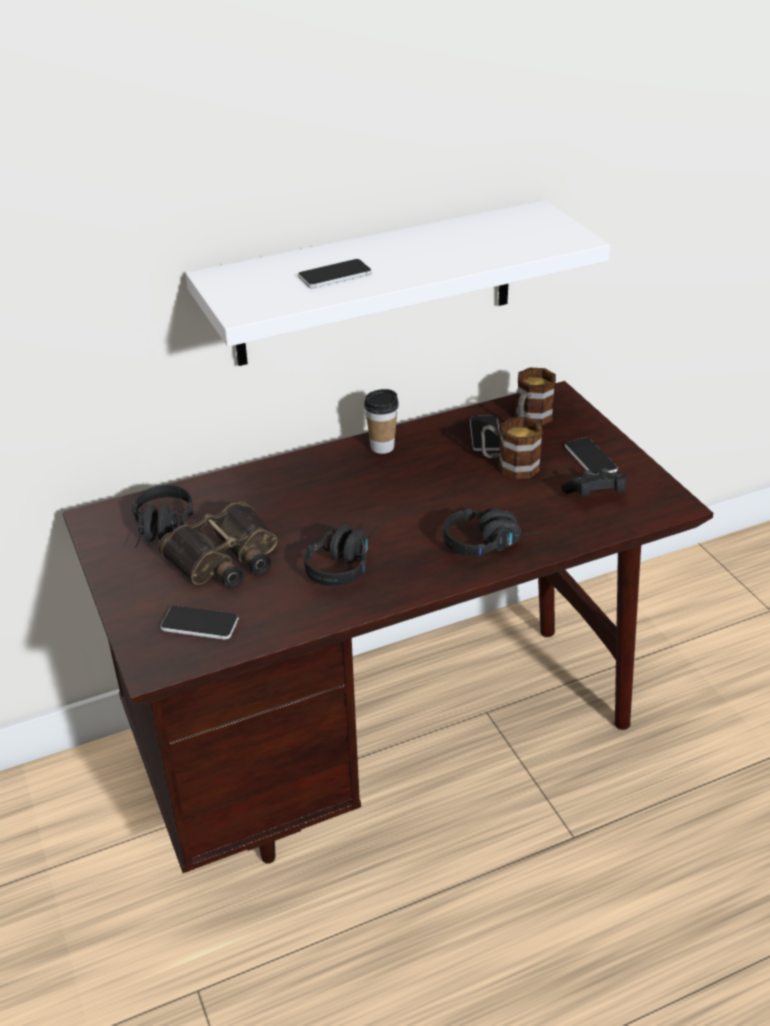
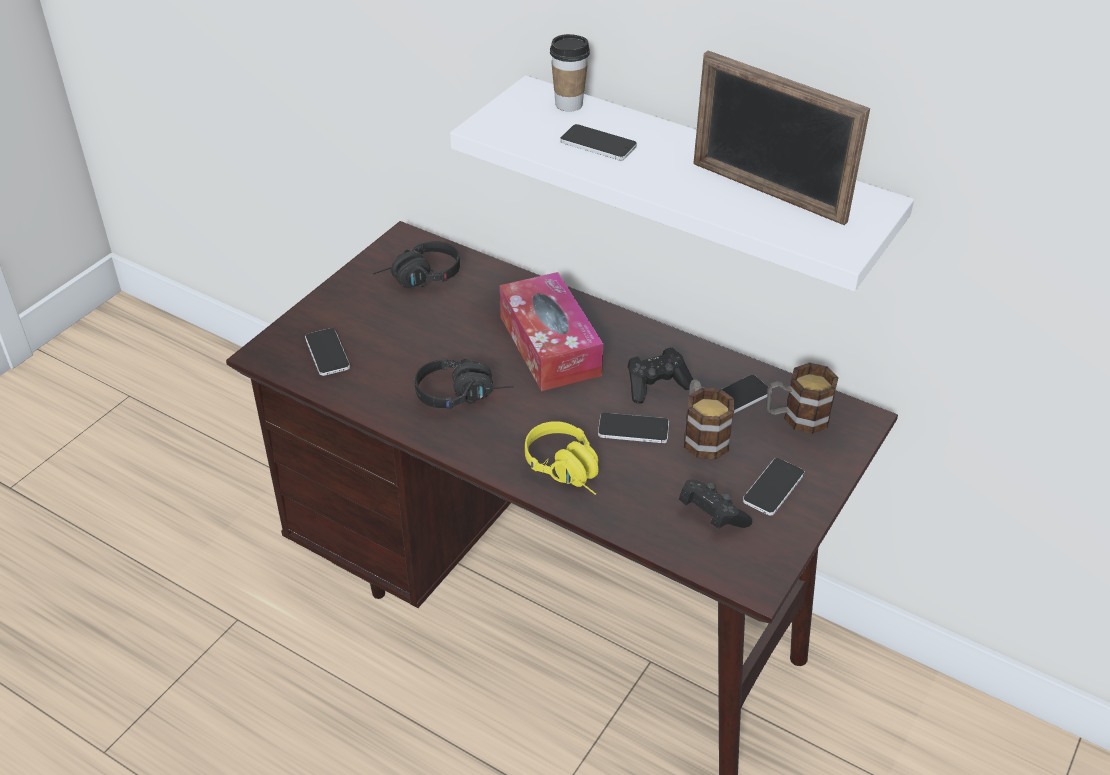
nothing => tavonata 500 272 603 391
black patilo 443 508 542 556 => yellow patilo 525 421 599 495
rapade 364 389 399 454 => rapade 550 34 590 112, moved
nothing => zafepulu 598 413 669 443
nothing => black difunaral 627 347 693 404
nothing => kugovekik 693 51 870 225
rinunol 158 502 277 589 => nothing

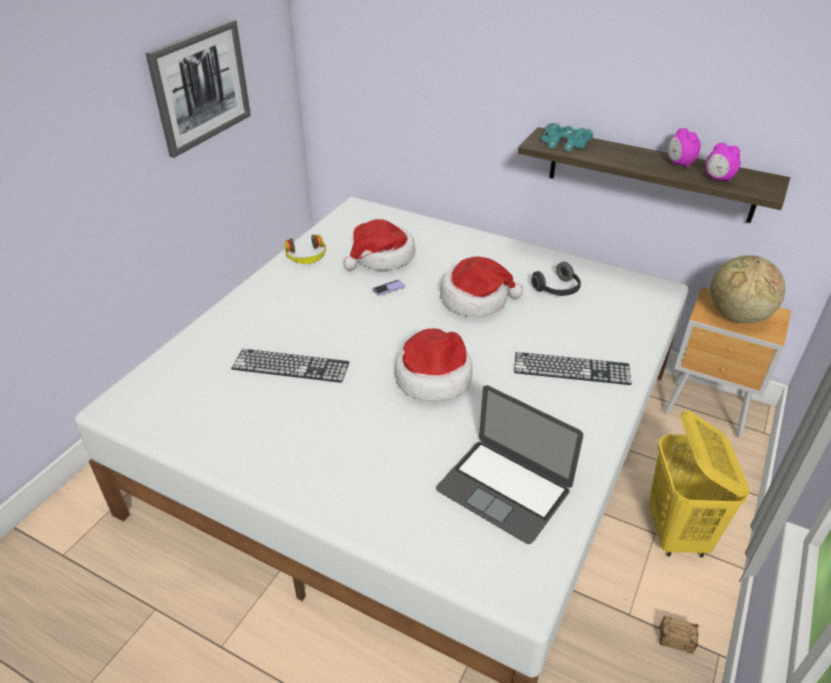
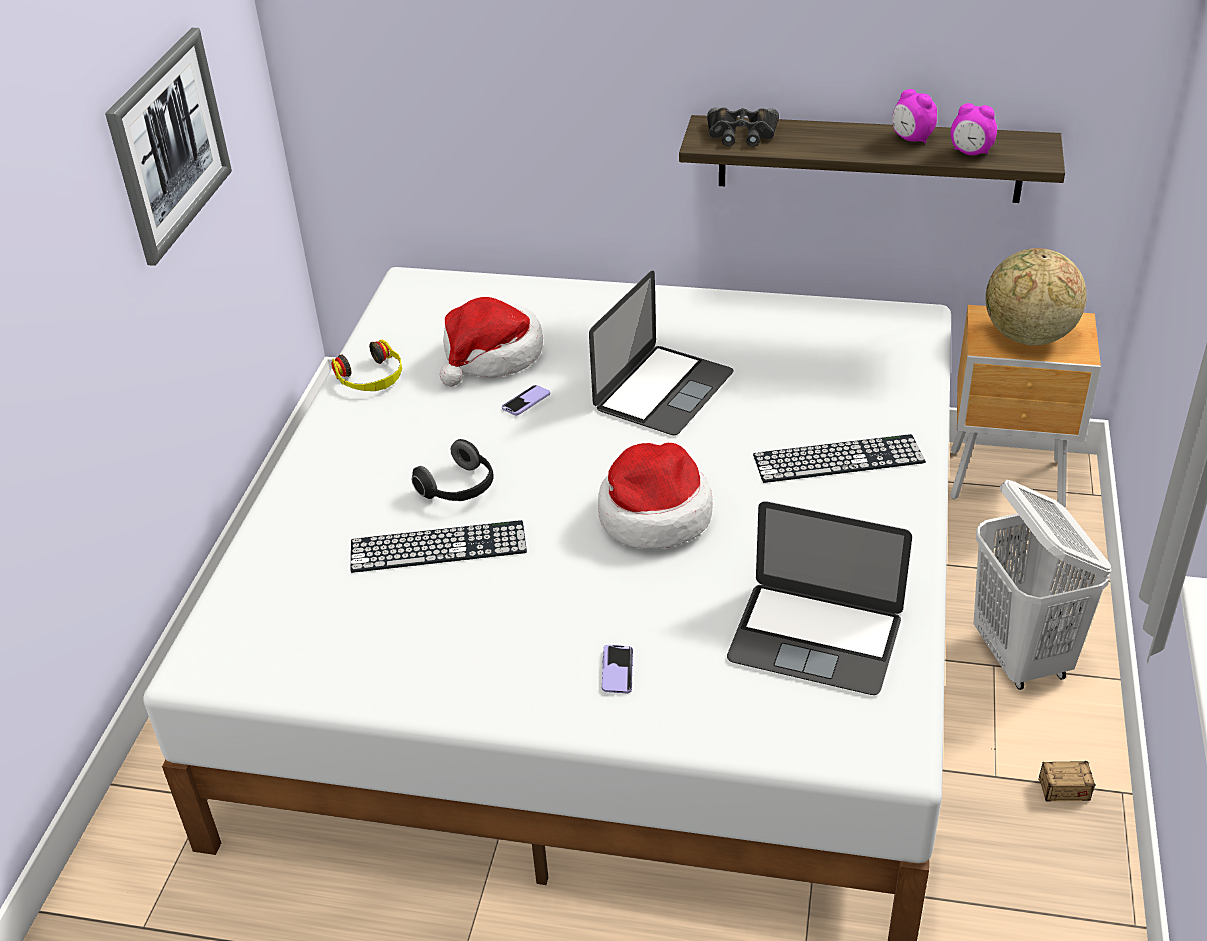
patilo 531 262 581 296 => patilo 412 439 494 501, moved
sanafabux 440 256 523 317 => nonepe 589 271 734 435
nothing => zafepulu 602 645 633 693
turquoise rinunol 542 123 593 151 => black rinunol 707 107 779 147
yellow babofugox 649 410 749 557 => white babofugox 973 480 1112 690

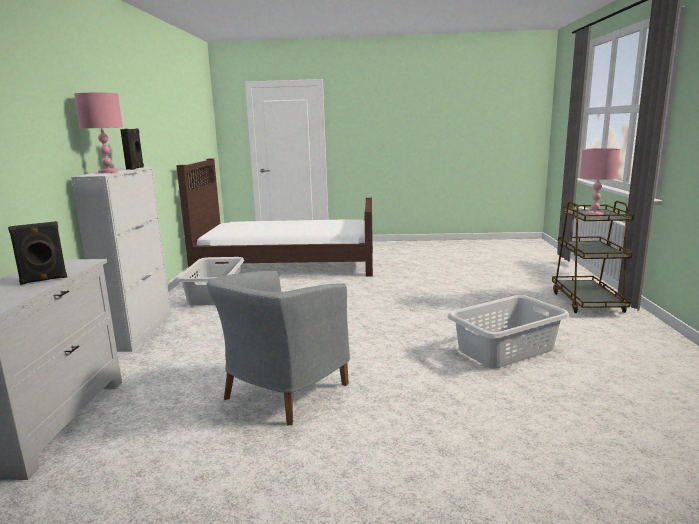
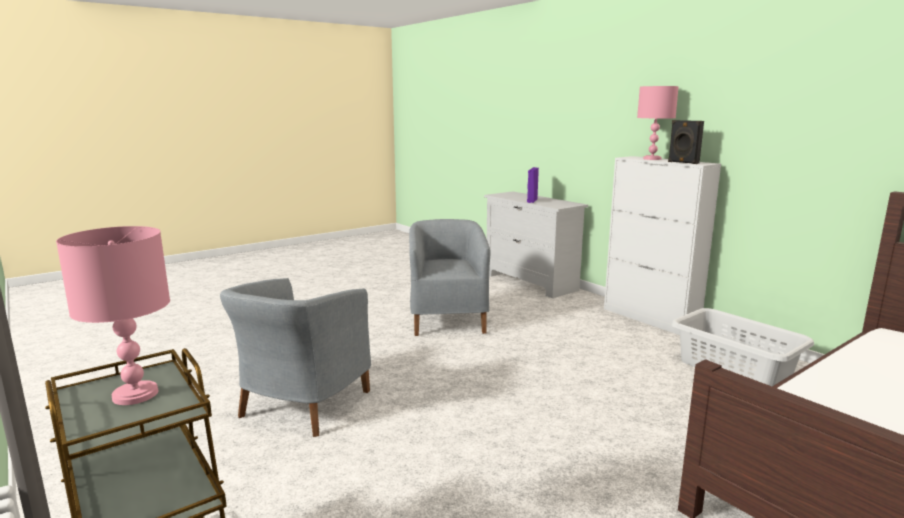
grey babofugox 448 295 569 369 => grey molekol 220 278 371 437
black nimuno 8 221 67 285 => purple nimuno 527 167 539 203

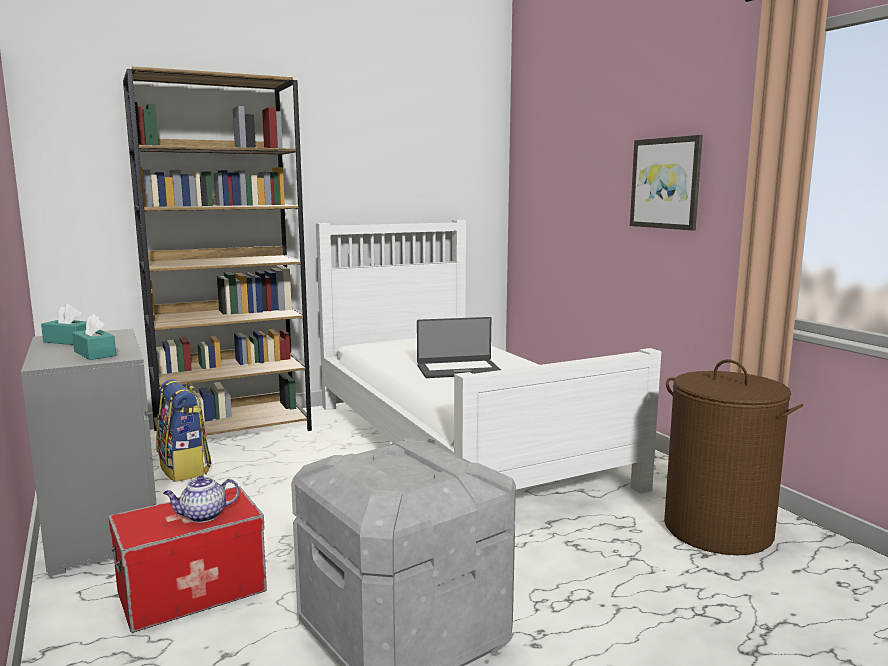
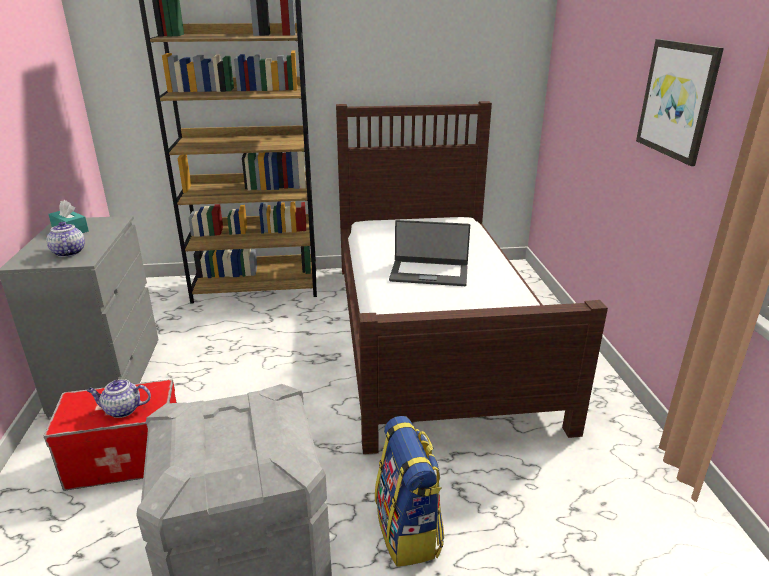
turquoise tavonata 72 314 116 360 => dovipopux 46 222 85 257
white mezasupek 316 220 661 494 => brown mezasupek 336 101 608 454
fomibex 156 380 212 482 => fomibex 375 416 444 567, moved
brown babofugox 664 359 803 555 => nothing

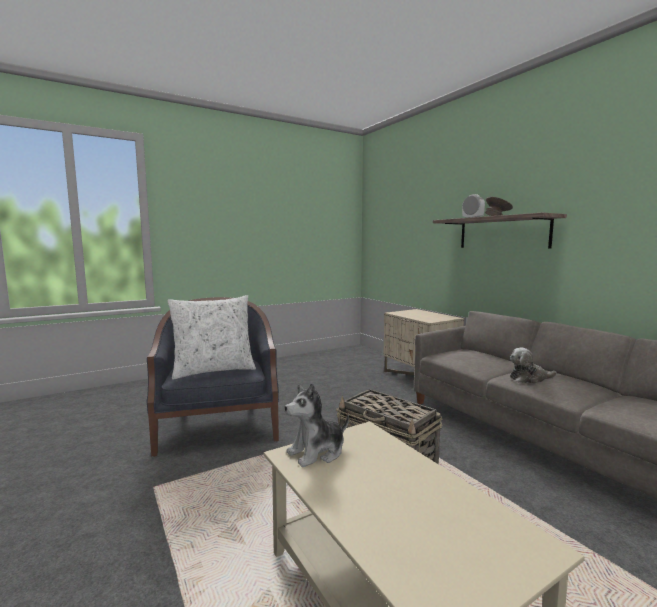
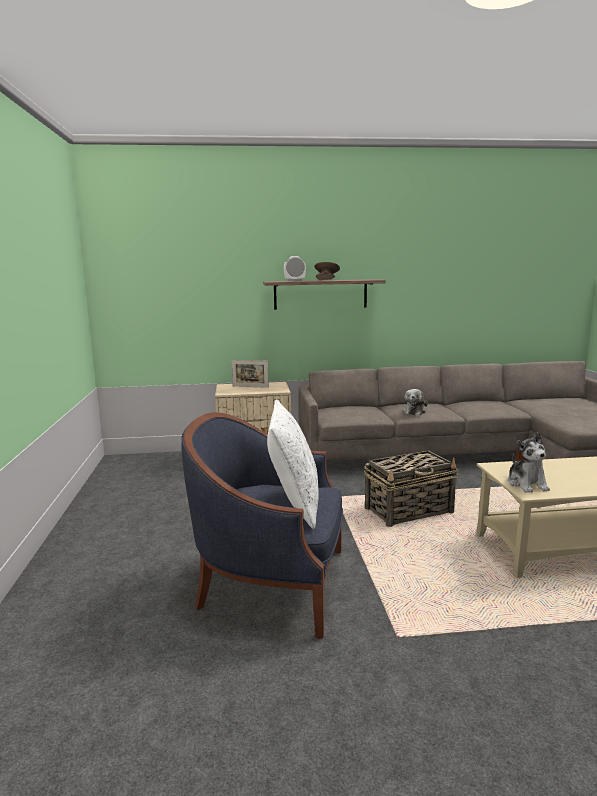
nothing => kugovekik 232 360 269 388

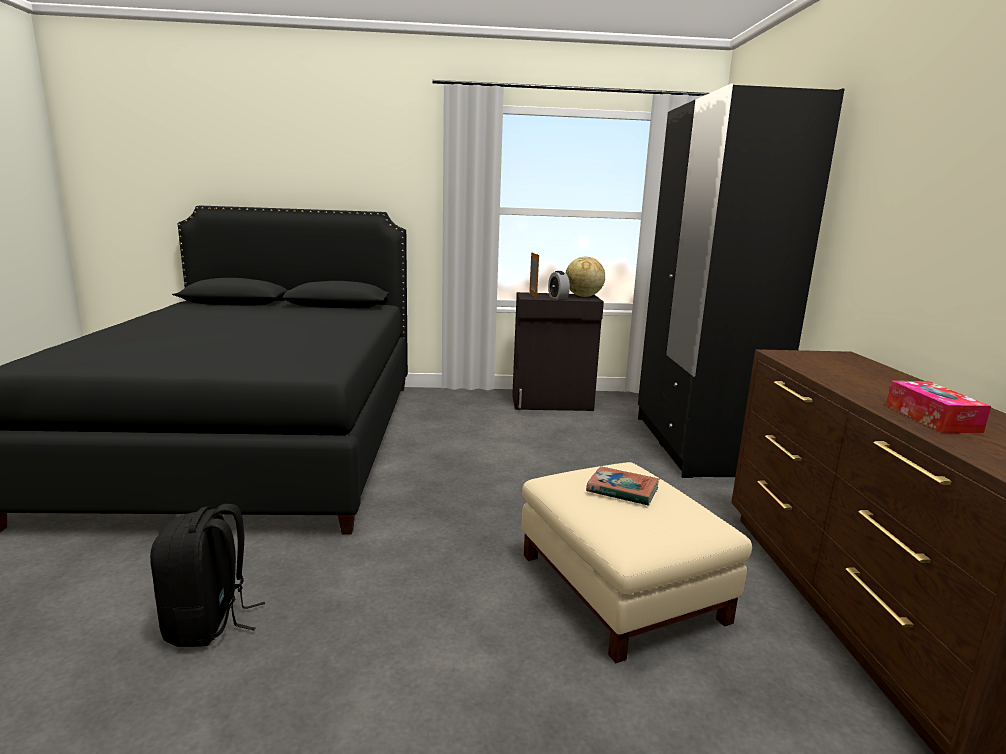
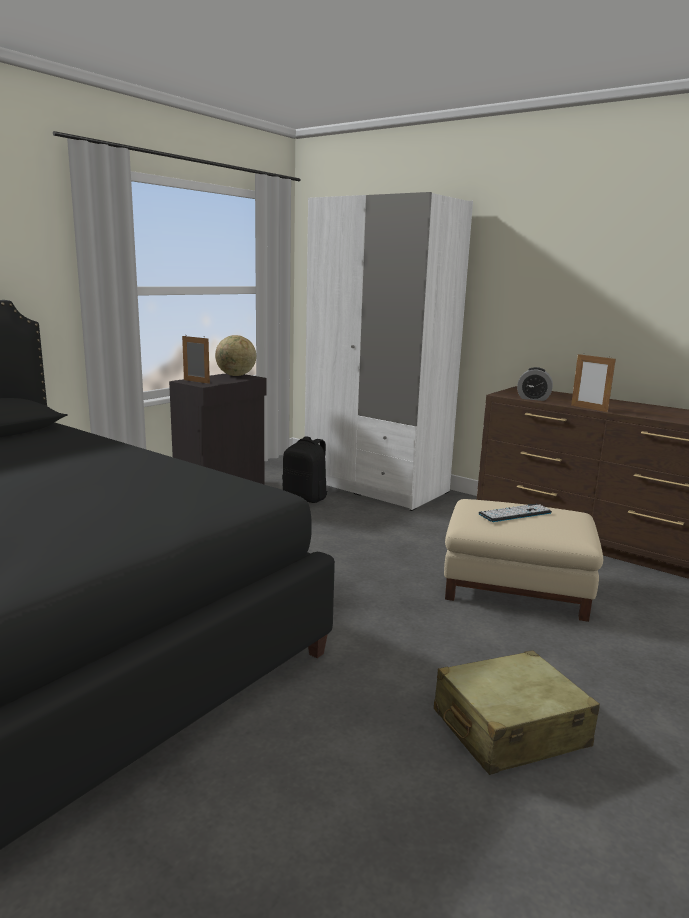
black fomibex 150 504 265 647 => black fomibex 282 436 328 503, moved
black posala 638 84 845 478 => white posala 305 192 473 511
nothing => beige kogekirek 434 650 600 775
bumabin 586 466 659 506 => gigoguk 478 504 552 522
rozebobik 548 271 570 299 => rozebobik 517 367 553 401, moved
nothing => kugovekik 571 353 616 412
tavonata 886 381 991 433 => nothing

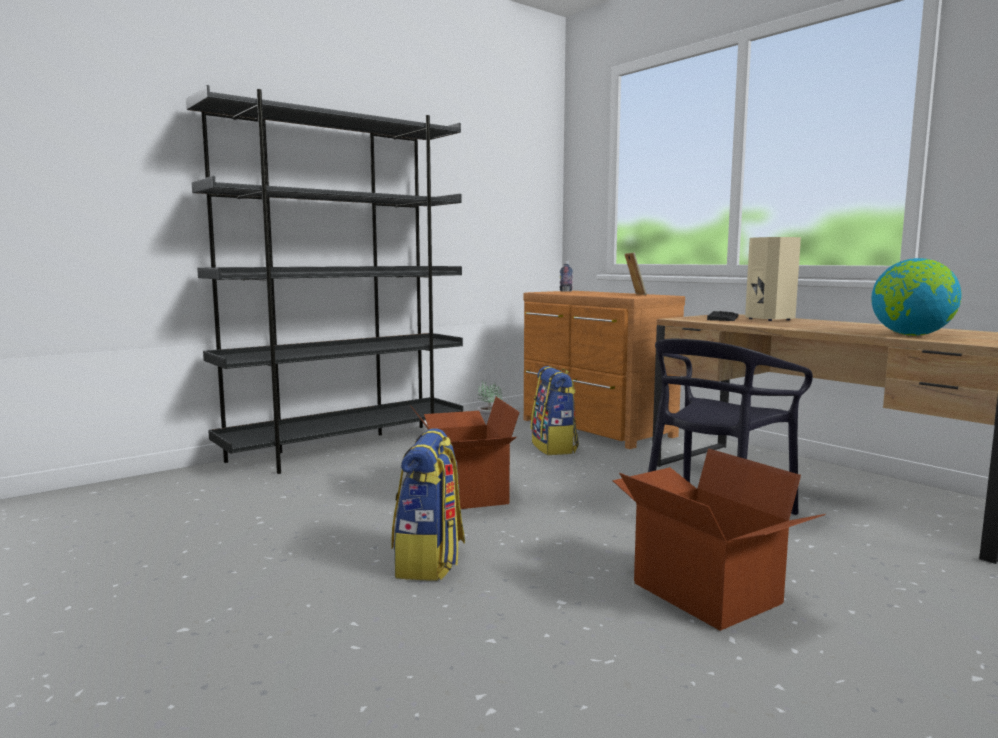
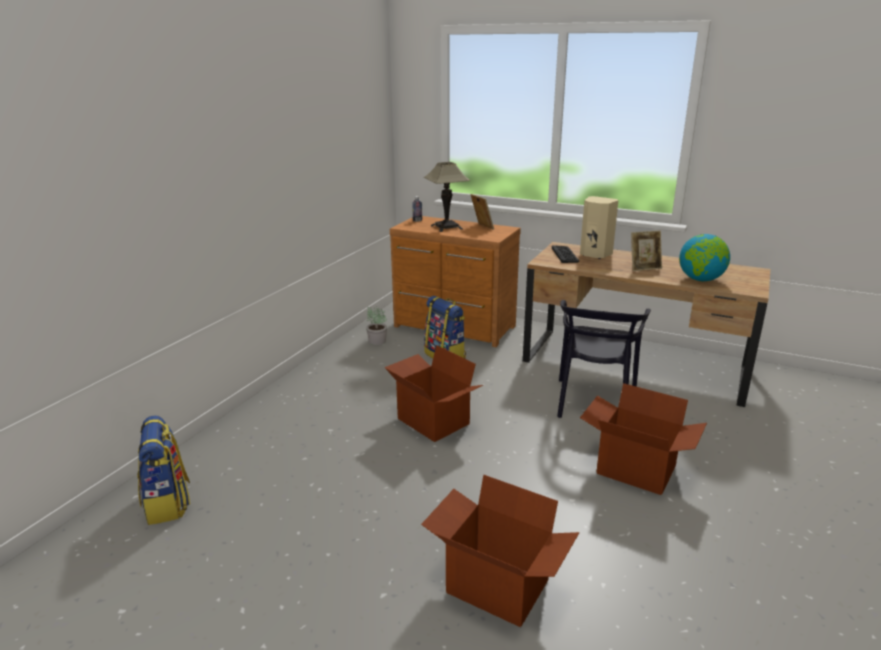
fomibex 391 428 465 581 => fomibex 137 416 190 525, moved
nothing => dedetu 421 475 579 627
nothing => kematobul 424 162 470 232
nothing => kugovekik 631 231 662 271
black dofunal 186 85 463 474 => nothing

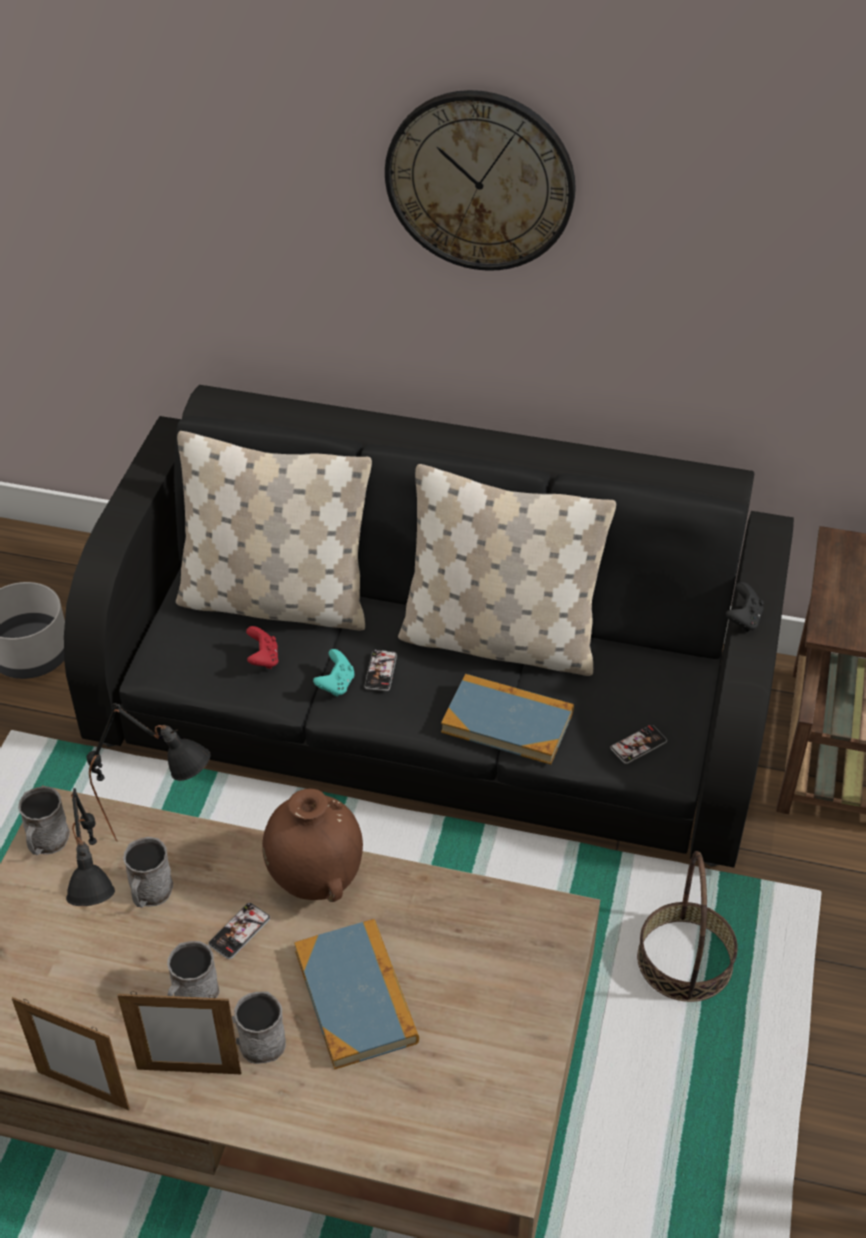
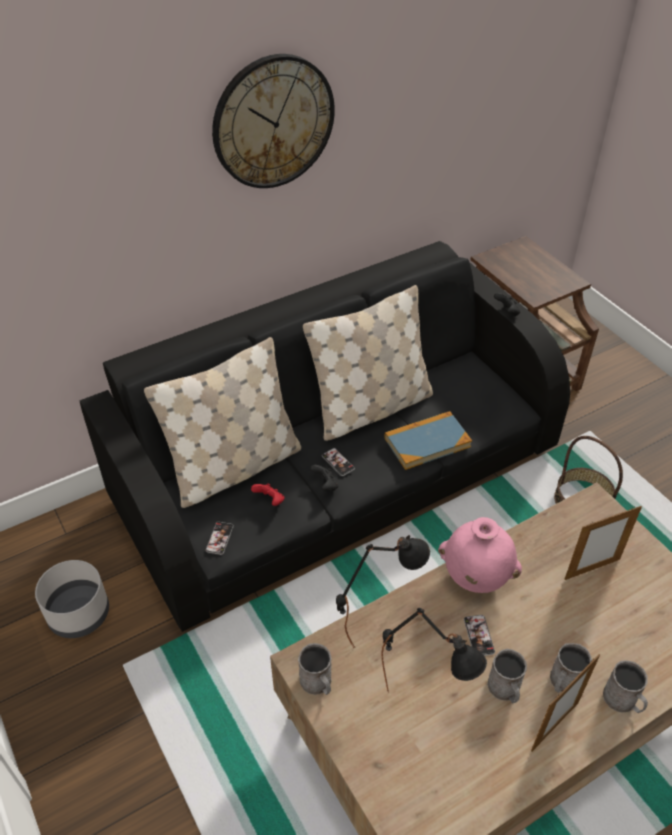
zafepulu 611 725 667 764 => zafepulu 205 522 234 555, moved
turquoise difunaral 313 649 354 697 => black difunaral 310 465 339 491
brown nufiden 262 788 363 902 => pink nufiden 438 517 522 593
kugovekik 12 997 130 1110 => kugovekik 565 506 642 580, moved
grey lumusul 123 837 173 908 => grey lumusul 603 660 648 713, moved
bumabin 294 919 419 1070 => nothing

